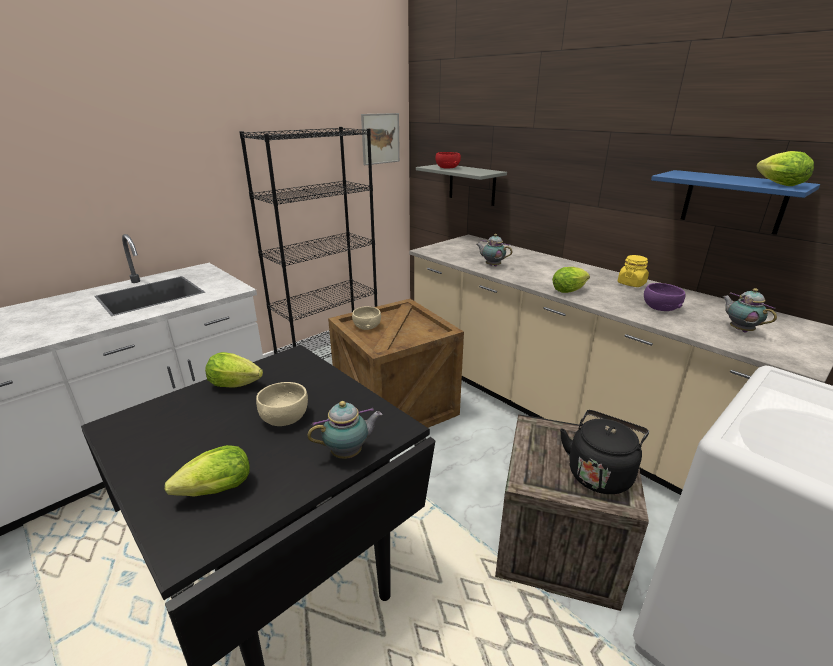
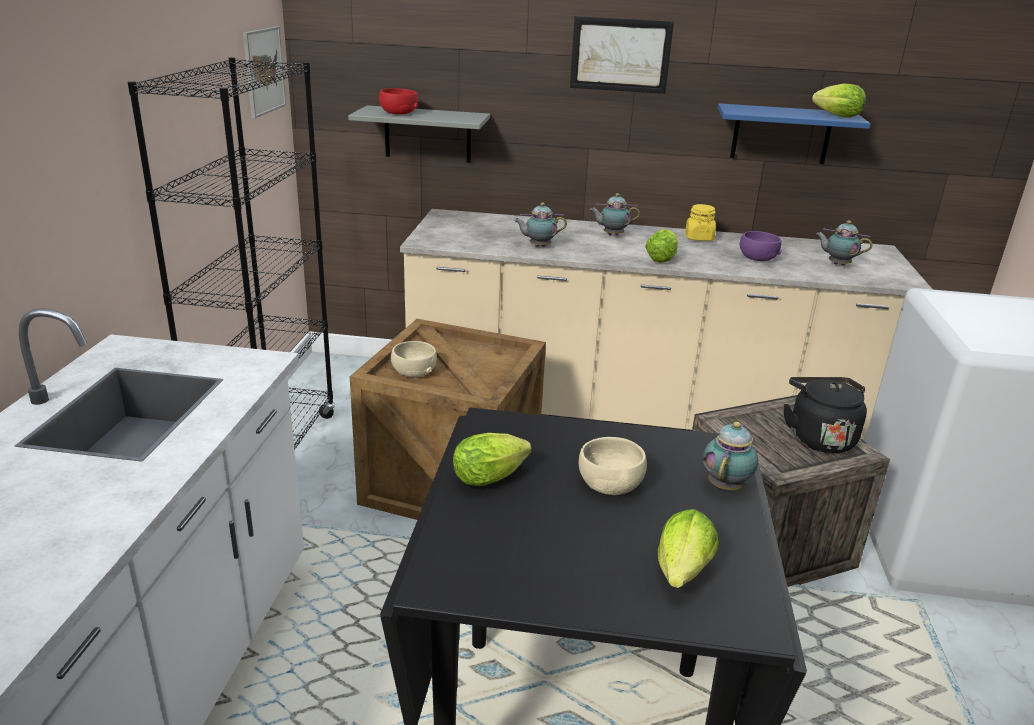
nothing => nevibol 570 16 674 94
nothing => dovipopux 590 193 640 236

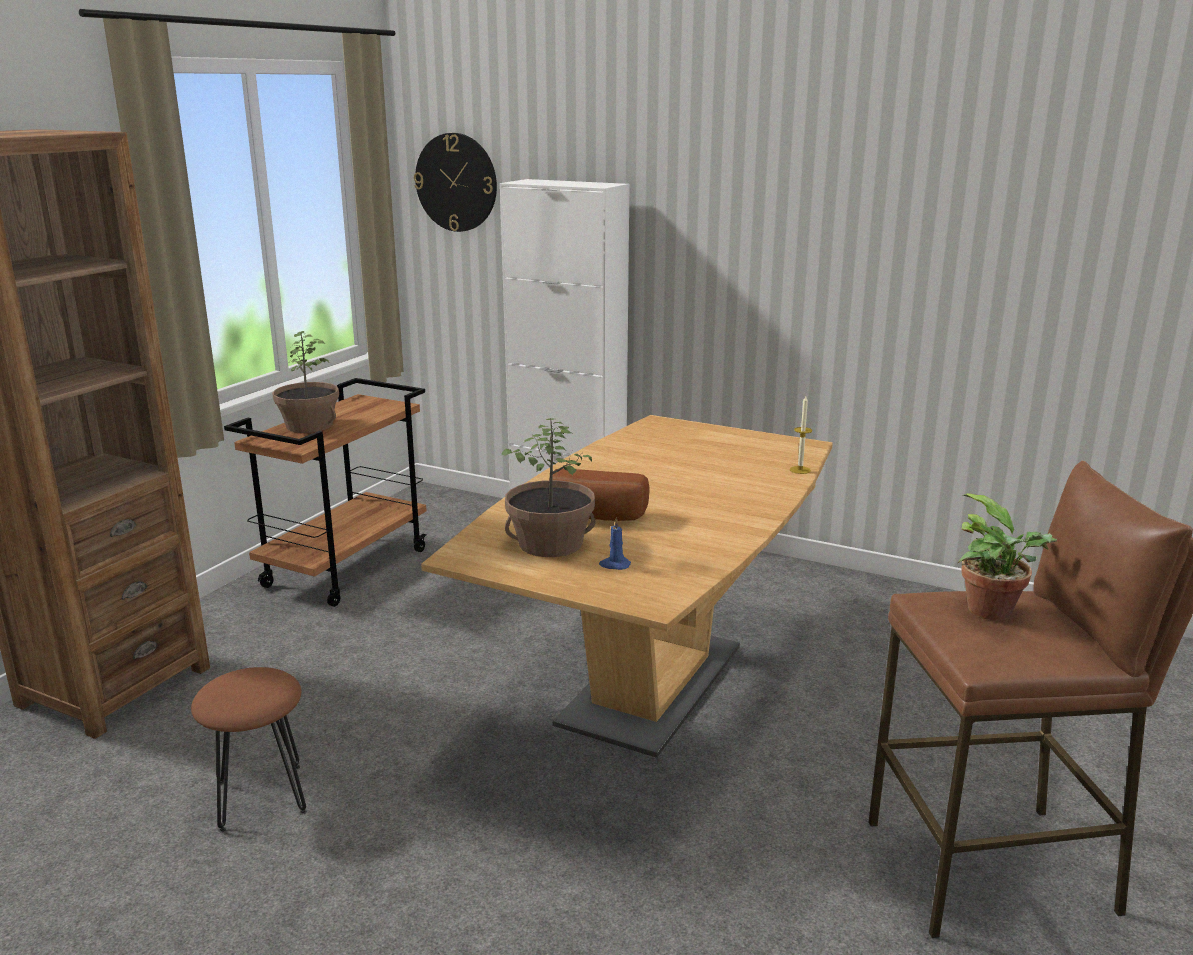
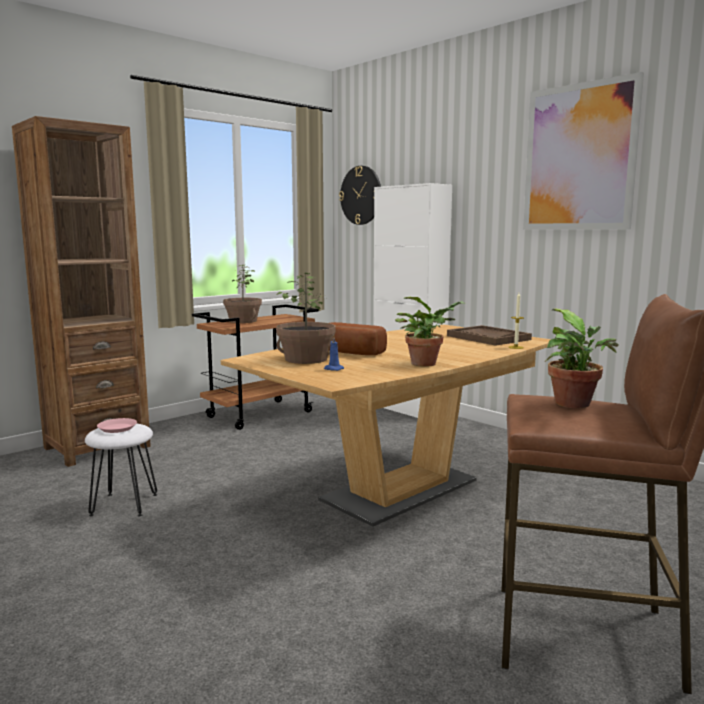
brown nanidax 191 667 307 832 => white nanidax 85 423 157 516
nothing => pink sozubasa 97 418 137 433
nothing => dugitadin 395 297 465 367
nothing => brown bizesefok 447 325 532 346
nothing => nevibol 523 72 644 229

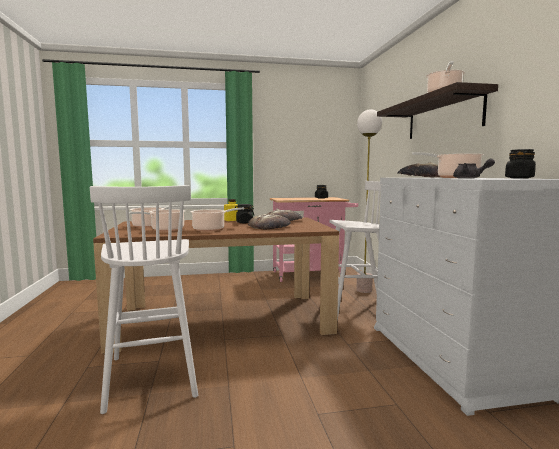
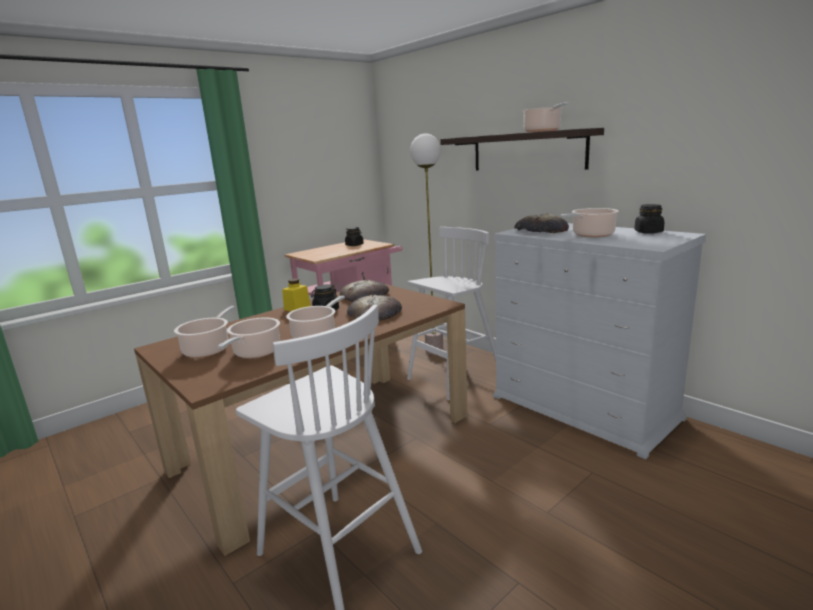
grey dovipopux 453 158 495 178 => nothing

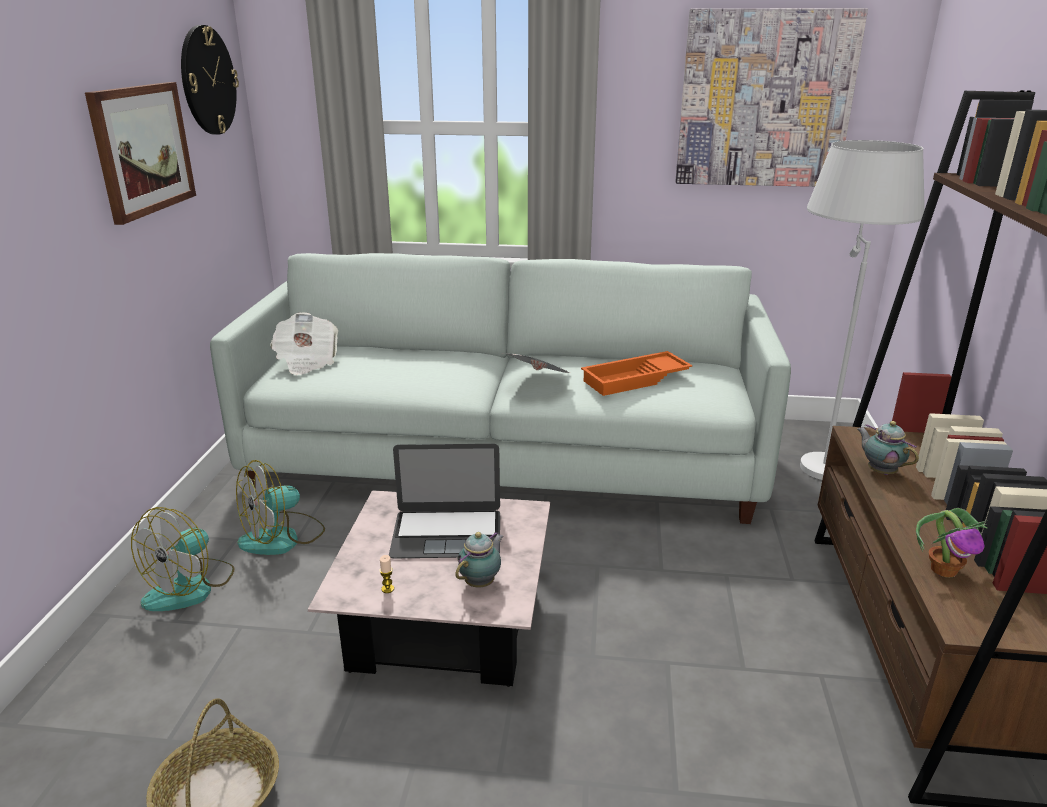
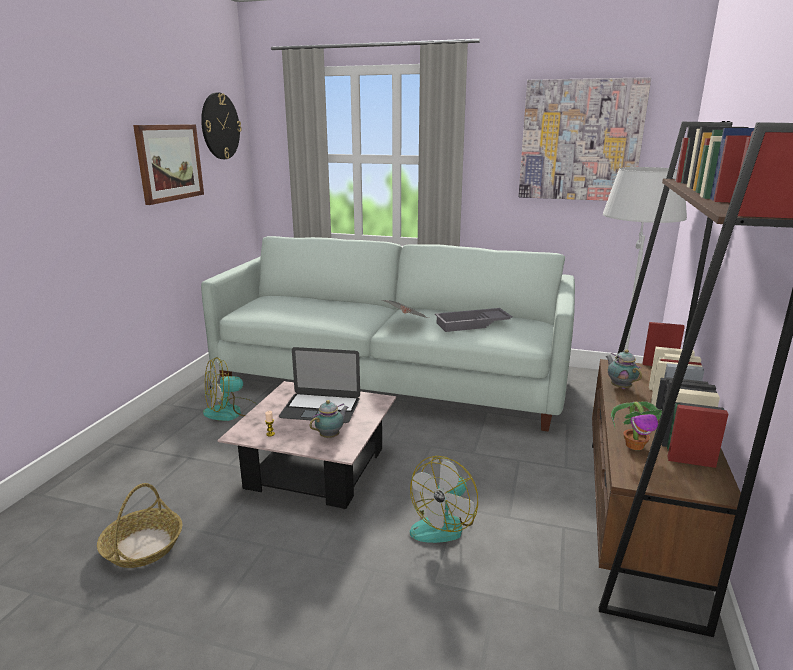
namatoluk 131 507 235 611 => namatoluk 410 456 478 543, moved
orange bizesefok 581 351 692 396 => grey bizesefok 435 308 513 332
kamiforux 270 312 338 375 => nothing

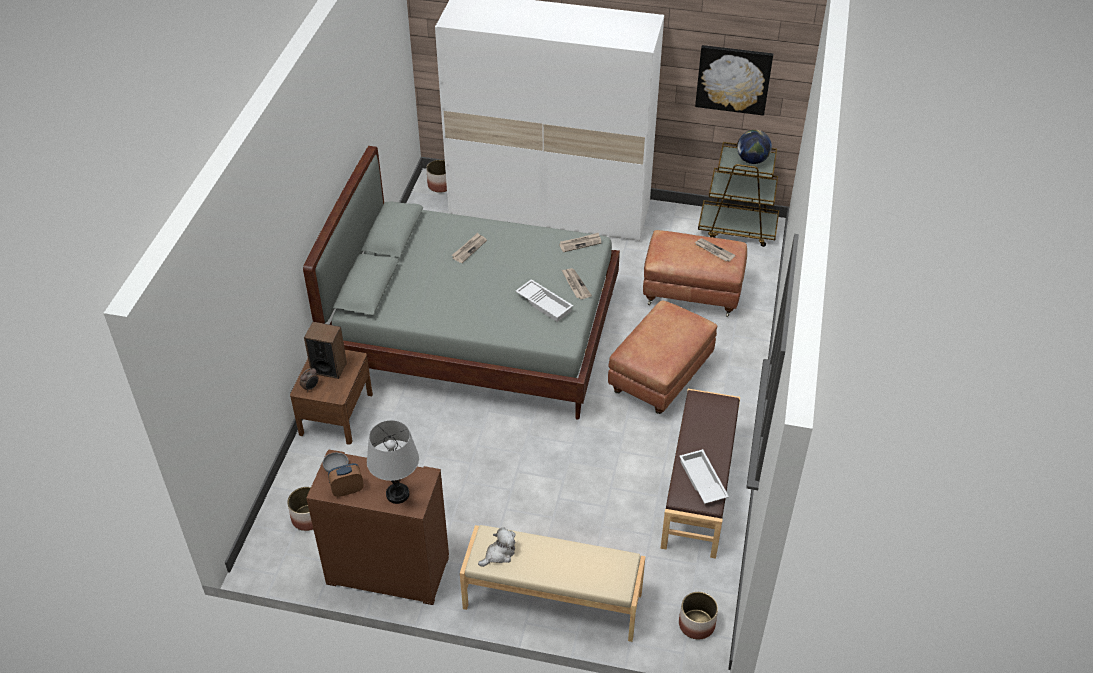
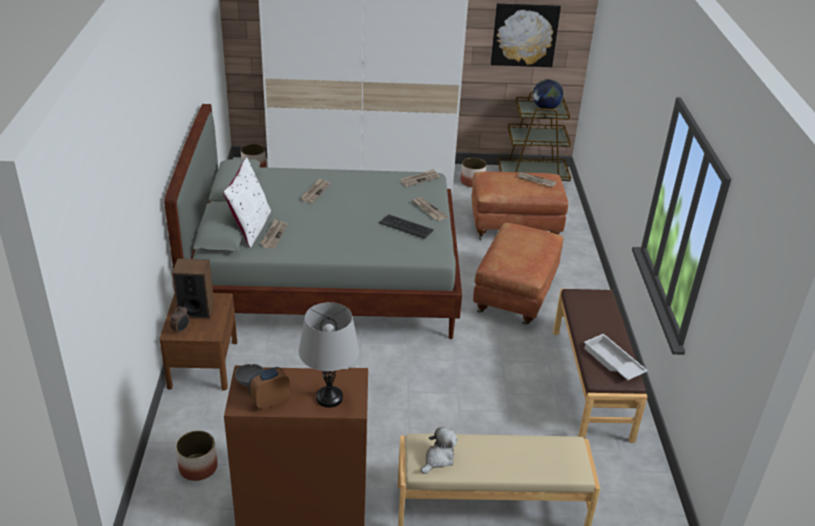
nothing => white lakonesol 223 157 271 248
nothing => kamiforux 260 220 288 249
white bizesefok 515 279 573 322 => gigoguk 379 214 434 239
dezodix 679 592 718 639 => dezodix 460 158 487 187, moved

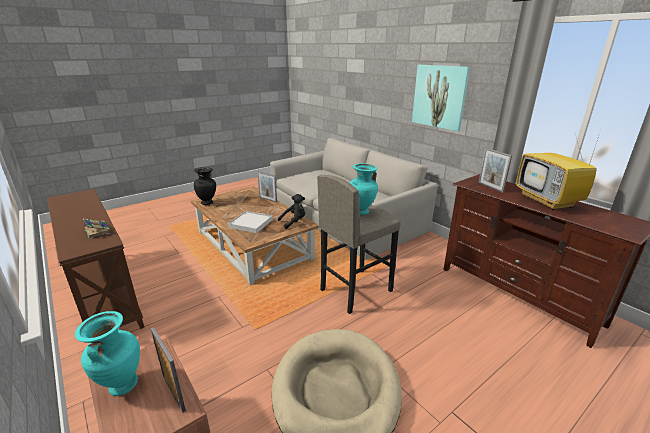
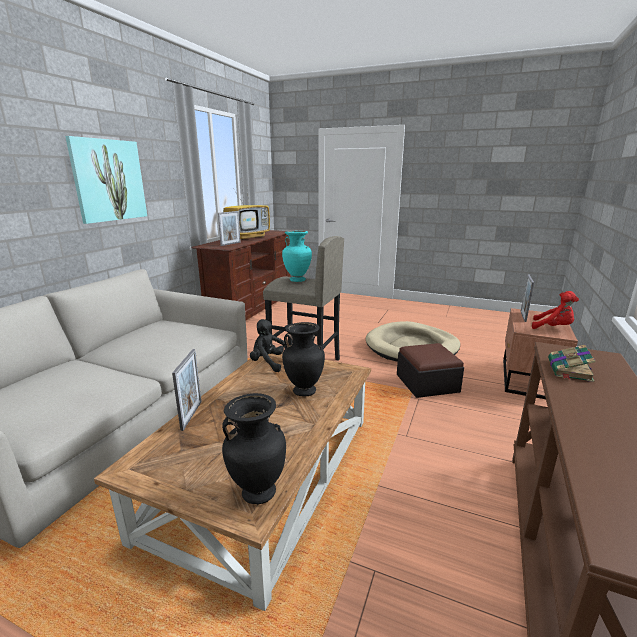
white bizesefok 228 211 273 233 => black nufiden 282 322 325 396
nothing => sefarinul 397 343 464 398
turquoise nufiden 75 311 140 396 => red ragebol 532 291 579 329

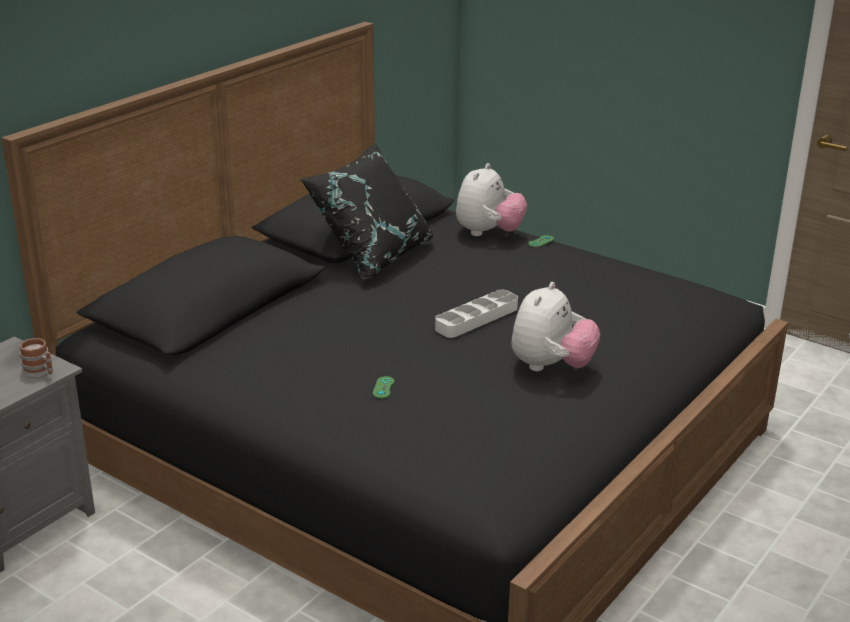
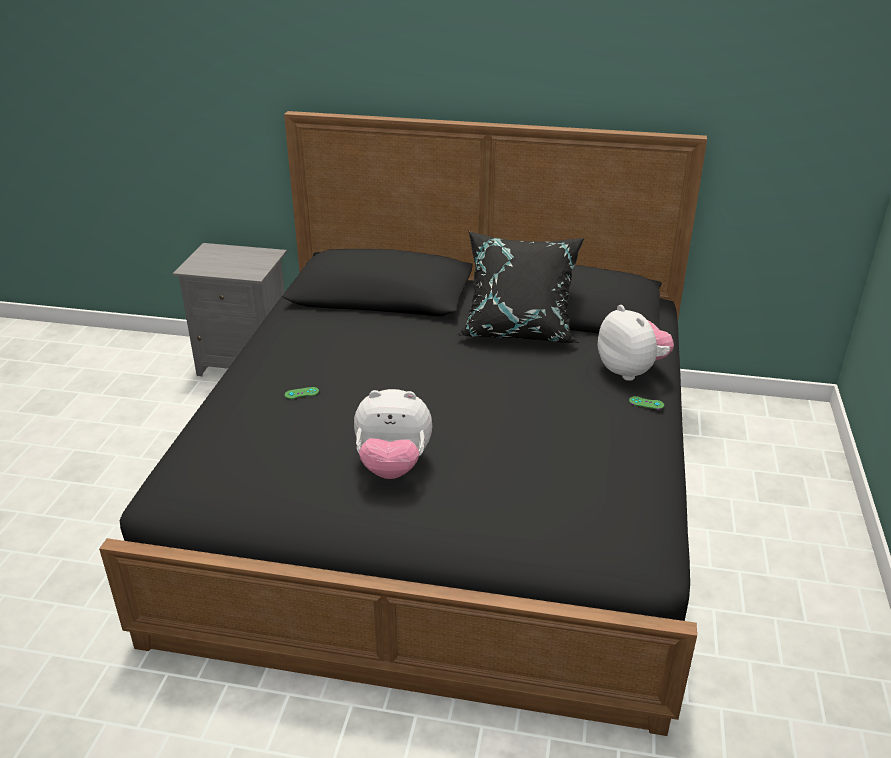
ragebol 456 163 527 236 => ragebol 597 305 674 381, 120 degrees counterclockwise
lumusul 20 338 53 378 => nothing
grey bizesefok 435 290 518 338 => nothing

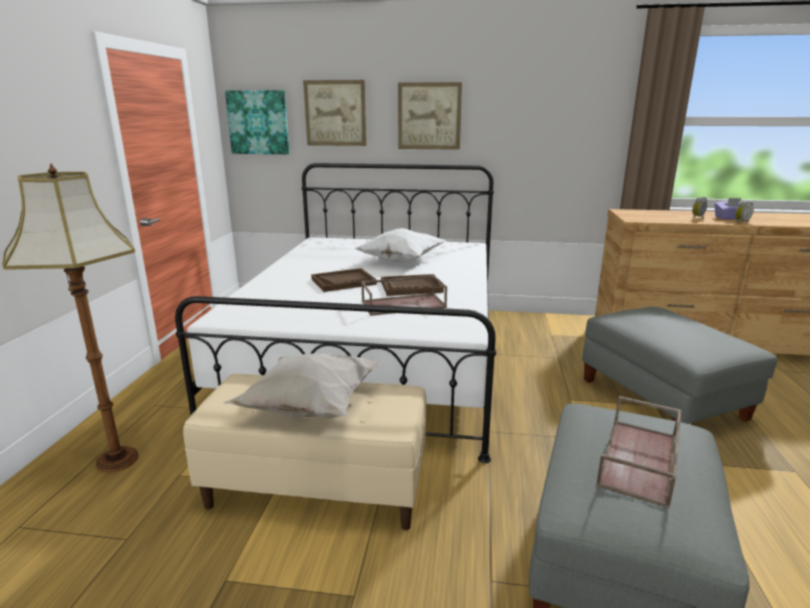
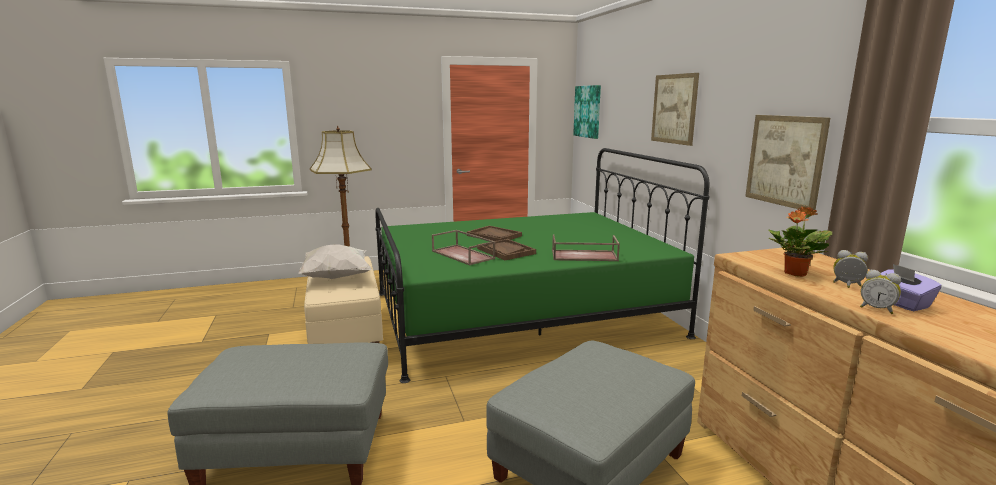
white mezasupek 175 163 496 463 => green mezasupek 375 148 710 383
brown bizesefok 596 396 681 509 => brown bizesefok 552 234 620 261, moved
nevibol 303 80 367 146 => nevibol 745 115 830 210, moved
nothing => dugitadin 768 207 832 277
white lakonesol 352 228 446 262 => nothing

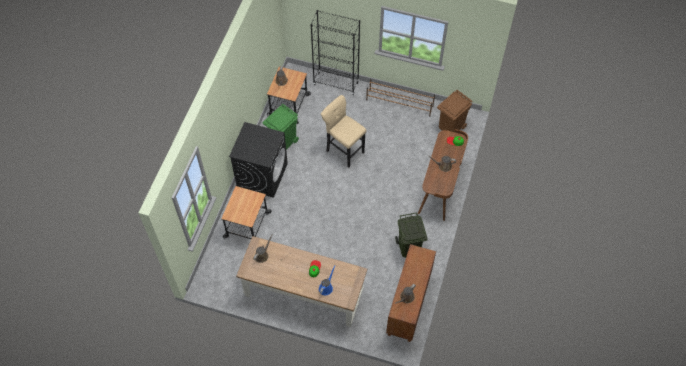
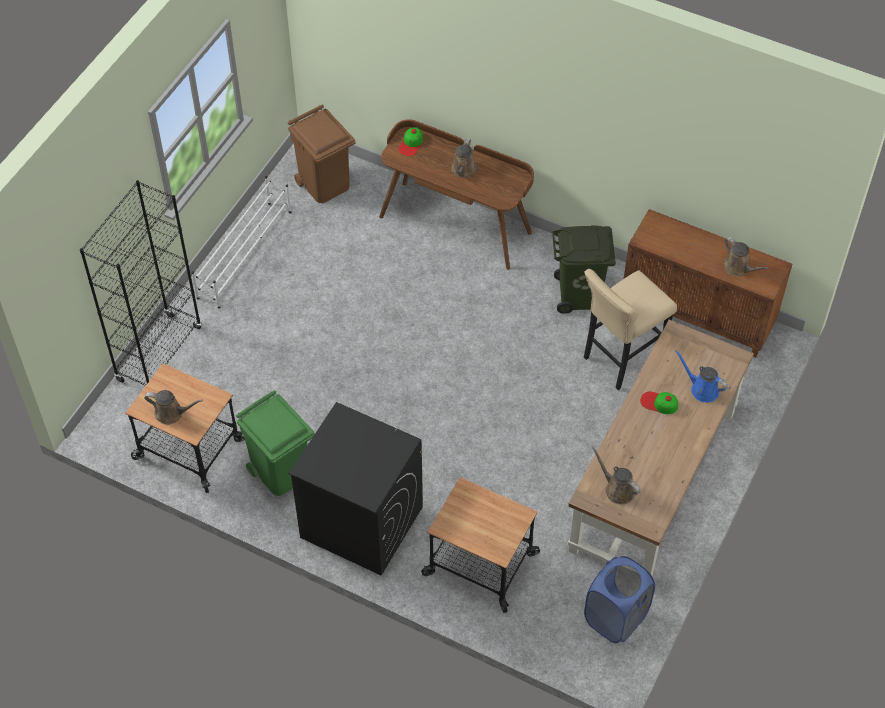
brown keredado 366 79 435 116 => white keredado 191 176 291 308
beige nanidax 321 95 367 168 => beige nanidax 584 269 677 390, moved
nothing => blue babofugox 584 556 655 643

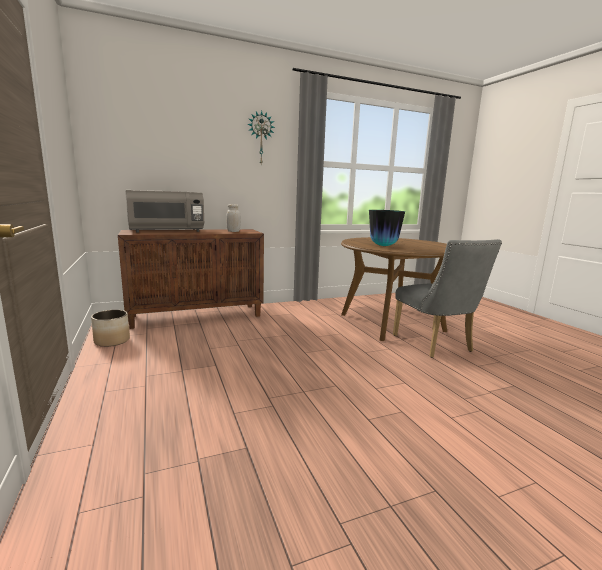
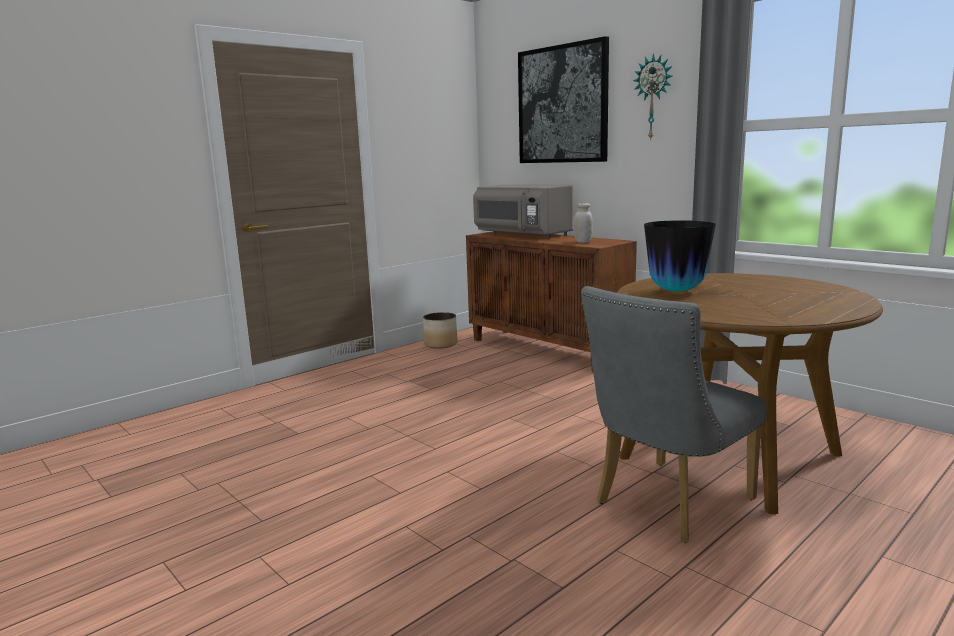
nothing => nevibol 518 36 609 163

